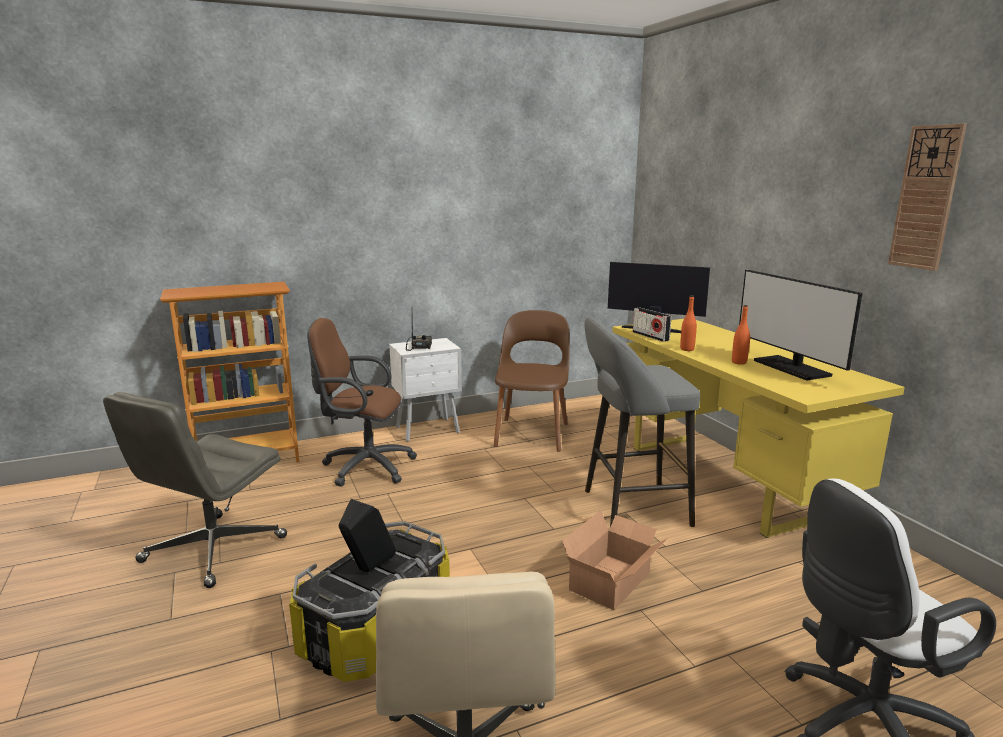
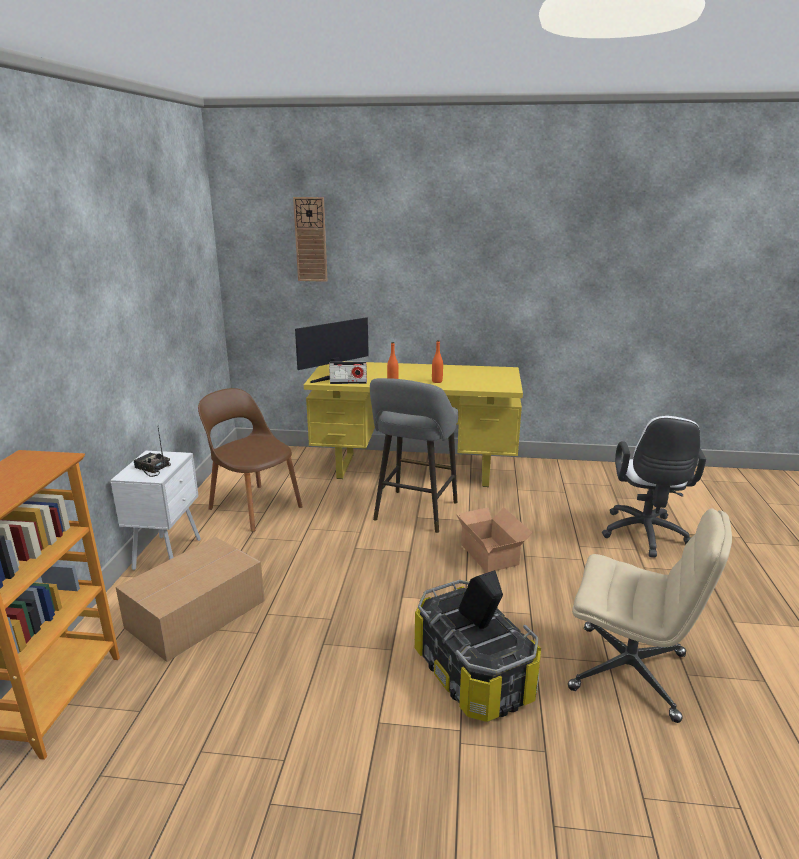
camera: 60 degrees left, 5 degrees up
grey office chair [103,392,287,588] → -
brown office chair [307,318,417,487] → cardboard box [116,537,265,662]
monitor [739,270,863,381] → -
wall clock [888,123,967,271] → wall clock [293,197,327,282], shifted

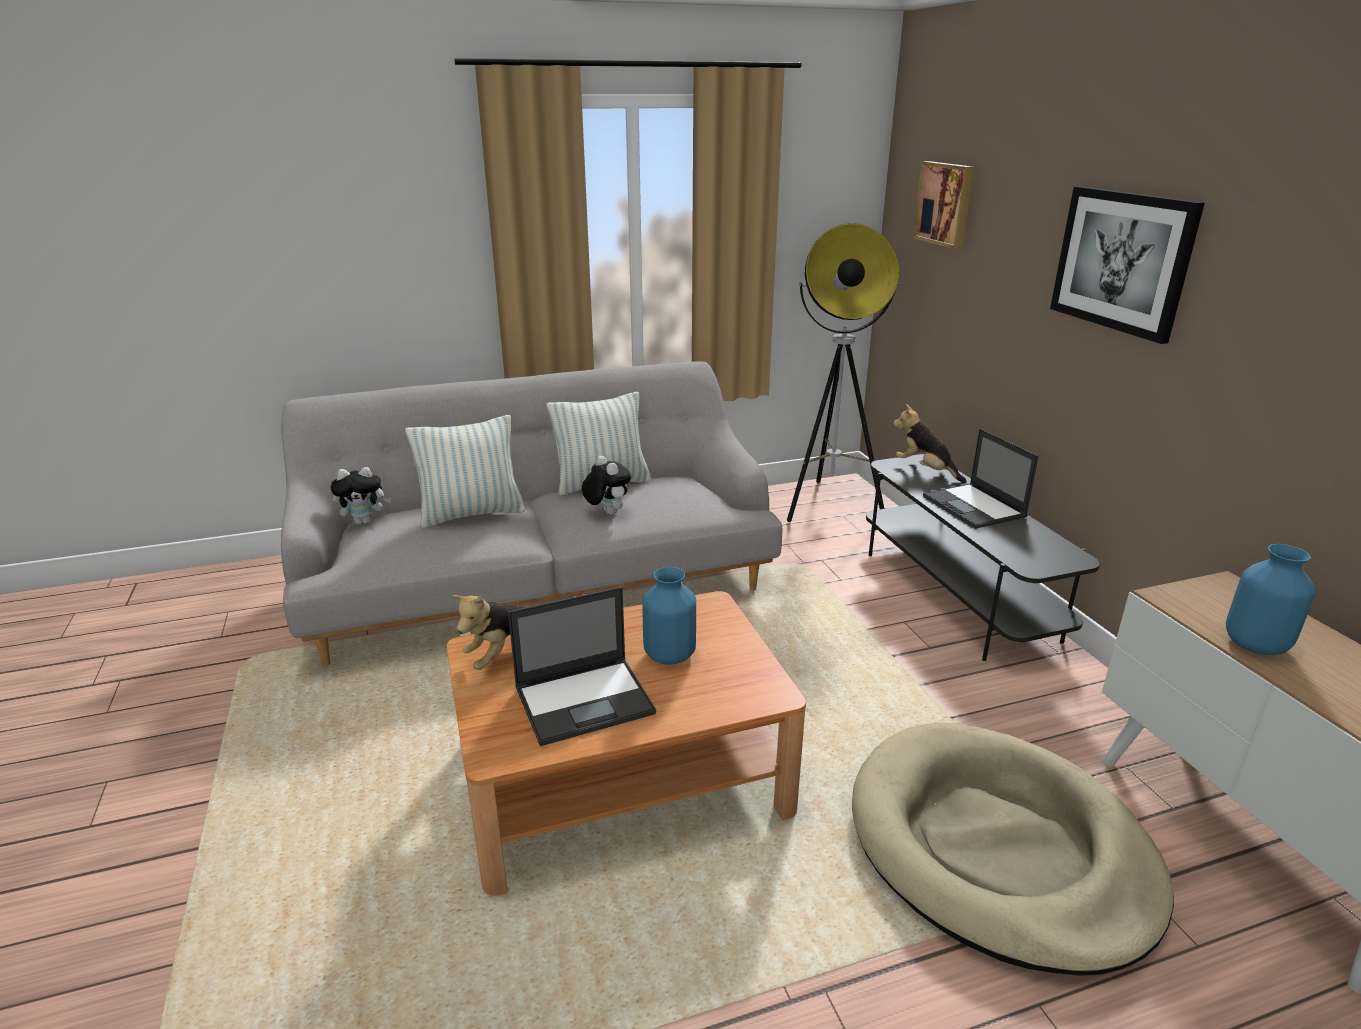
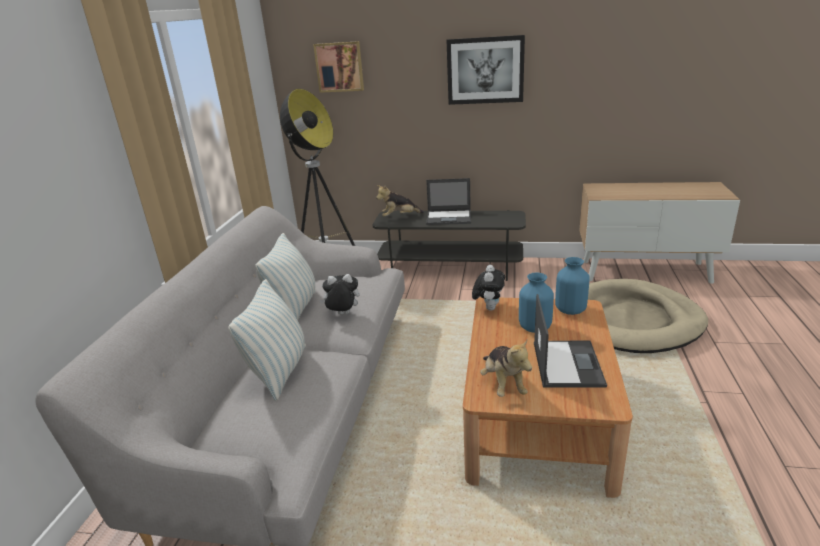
camera: 60 degrees left, 0 degrees up
plush toy [330,467,391,525] → plush toy [472,265,505,311], shifted
blue vase [1226,544,1316,655] → blue vase [555,257,590,315], shifted

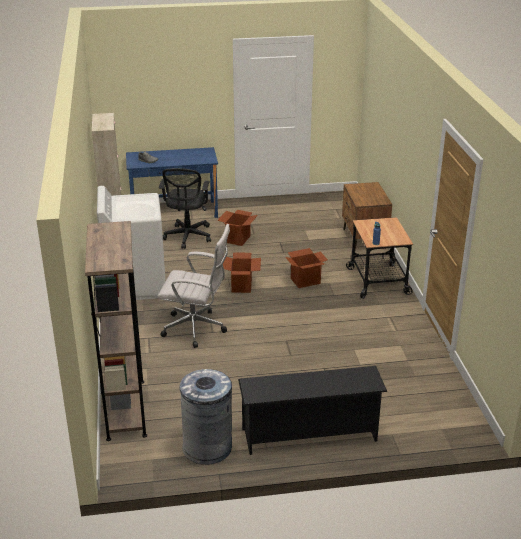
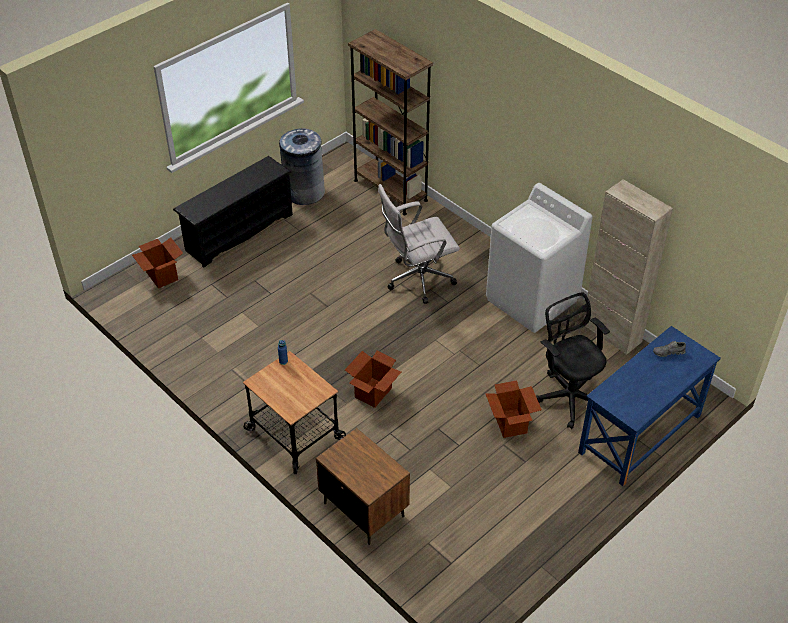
camera: 145 degrees right, 15 degrees up
cardboard box [223,252,261,293] → cardboard box [132,238,183,289], shifted

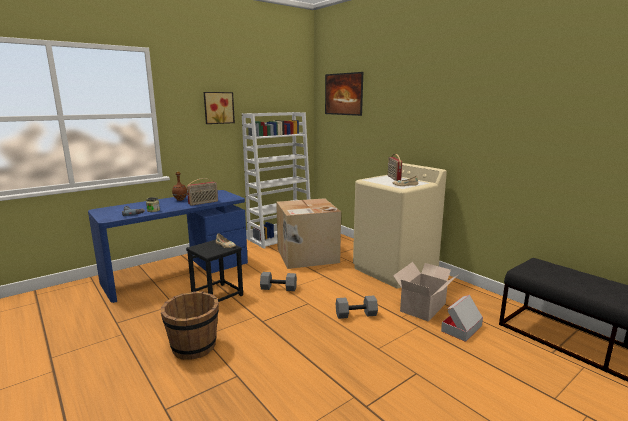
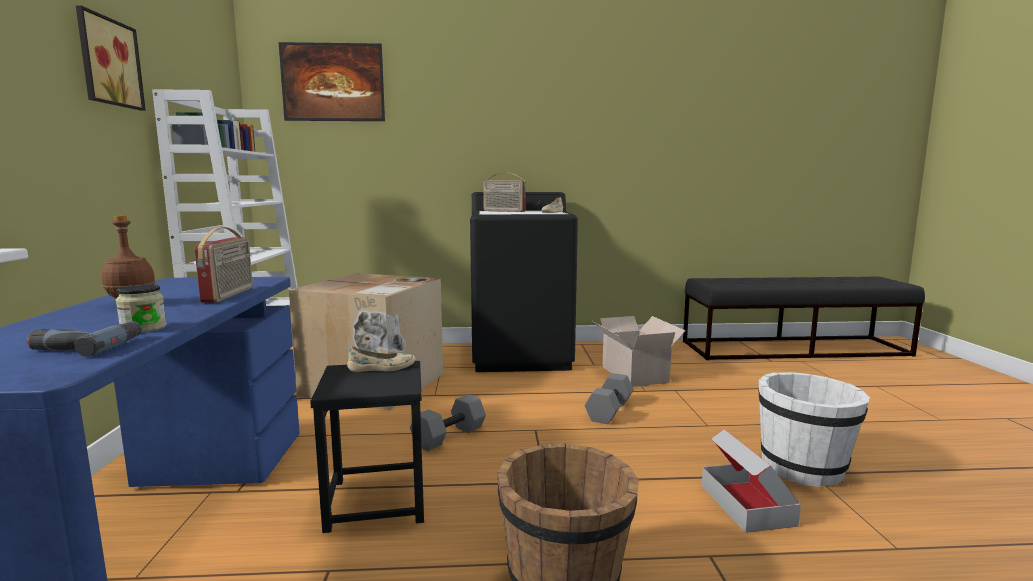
camera: 55 degrees left, 5 degrees down
beige washing machine [353,163,447,289] → black washing machine [470,192,578,372]
cardboard box [441,295,483,342] → cardboard box [702,429,801,533], shifted
- → white bucket [759,372,870,487]

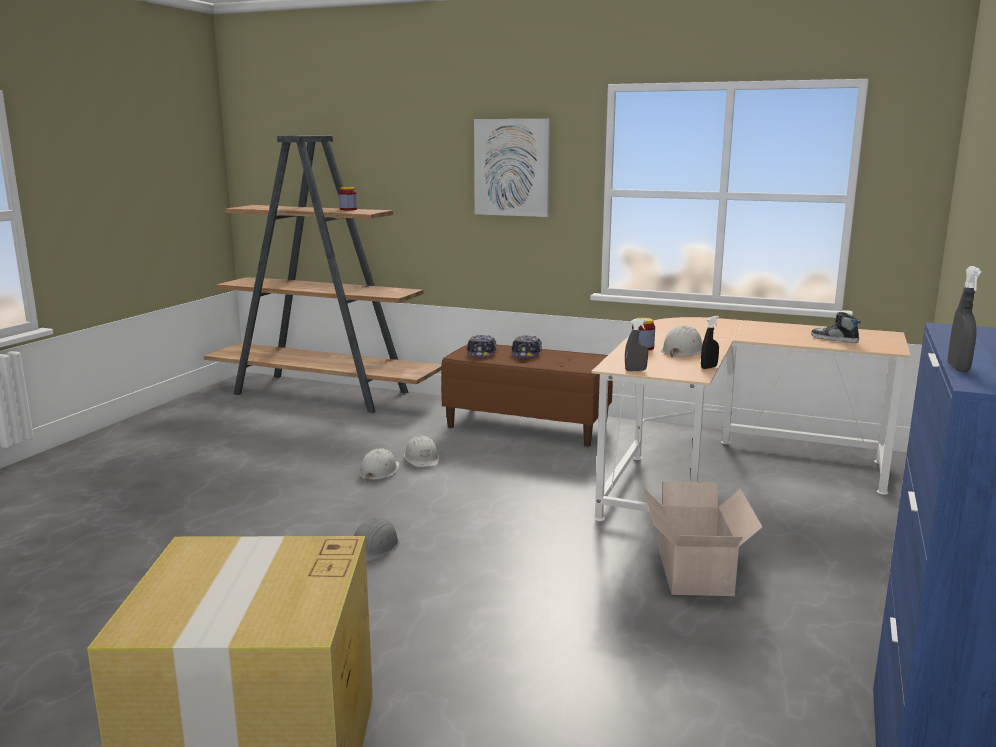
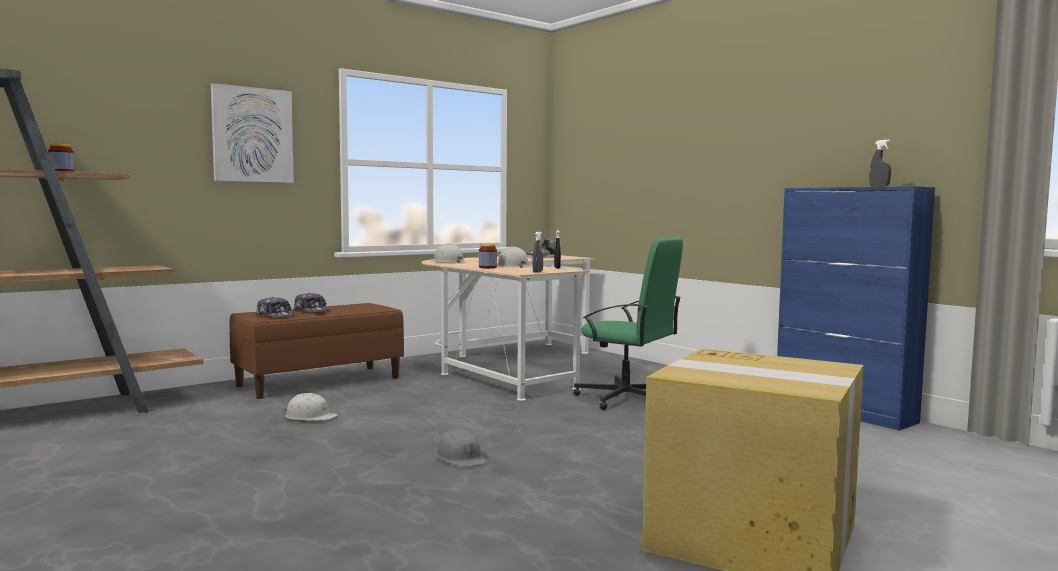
camera: 60 degrees left, 10 degrees down
white hard hat [359,448,400,481] → white hard hat [431,243,465,263], shifted
cardboard box [643,482,762,596] → green office chair [573,237,683,410]

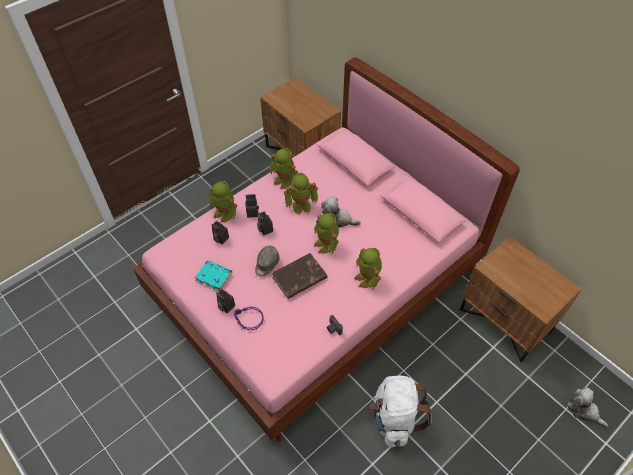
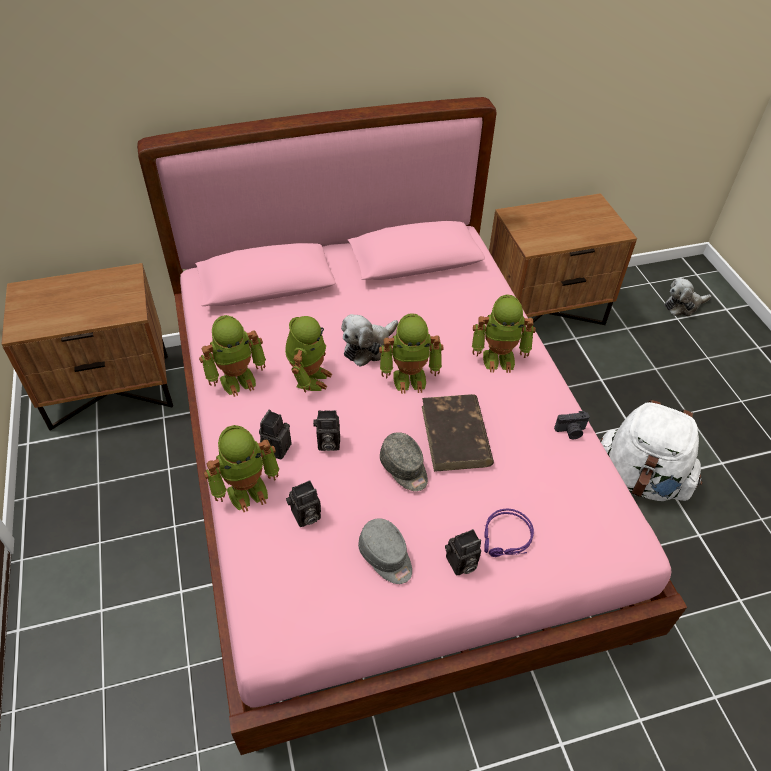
camera: 65 degrees left, 5 degrees down
turquoise book [195,260,233,291] → grey cap [358,518,412,584]

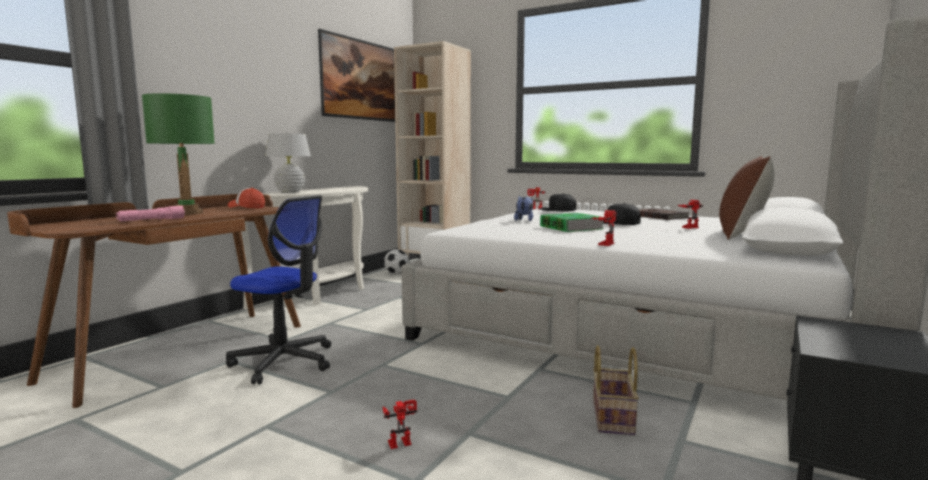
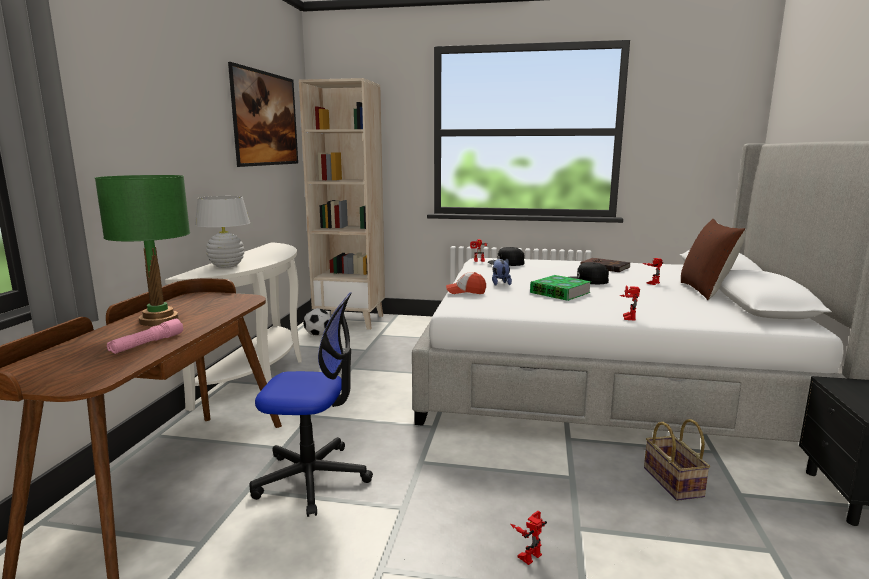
camera: 20 degrees left, 5 degrees up
cap [228,188,265,209] → cap [446,272,486,294], shifted

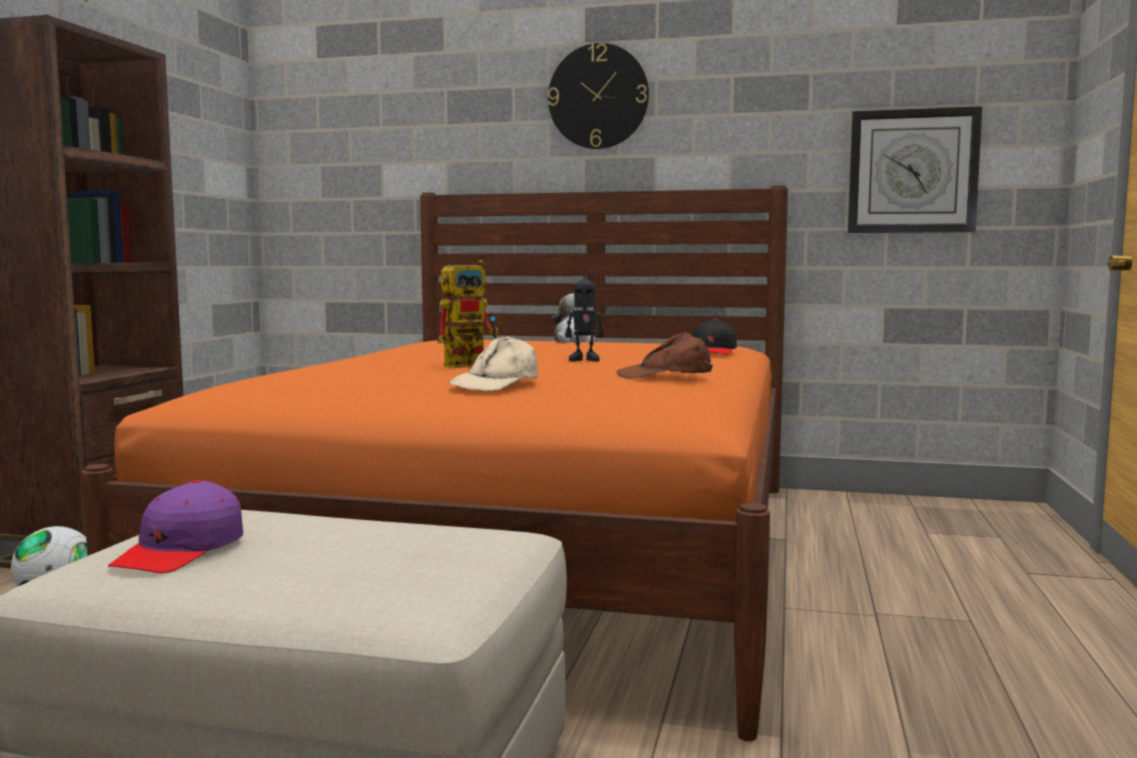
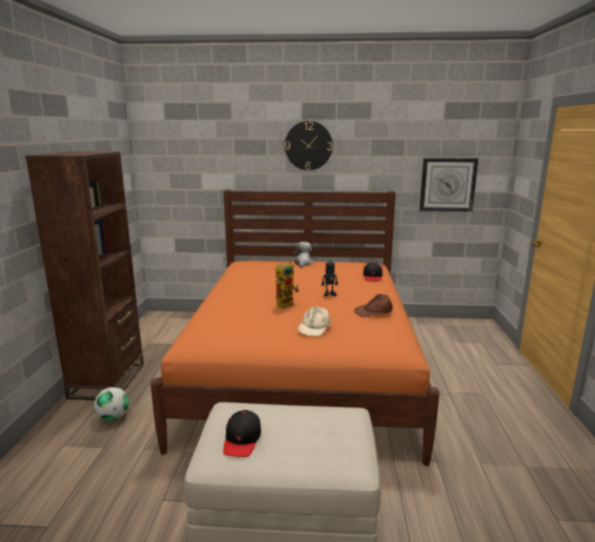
camera: 10 degrees left, 10 degrees up
purple cap [108,480,243,573] → black cap [223,410,261,457]

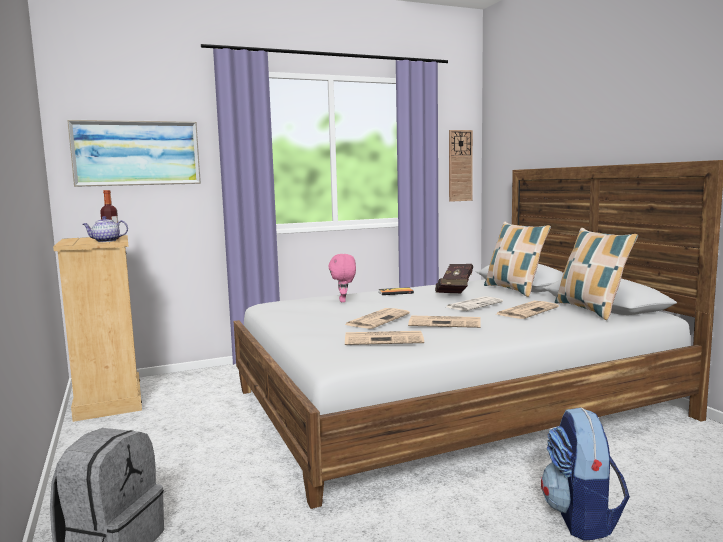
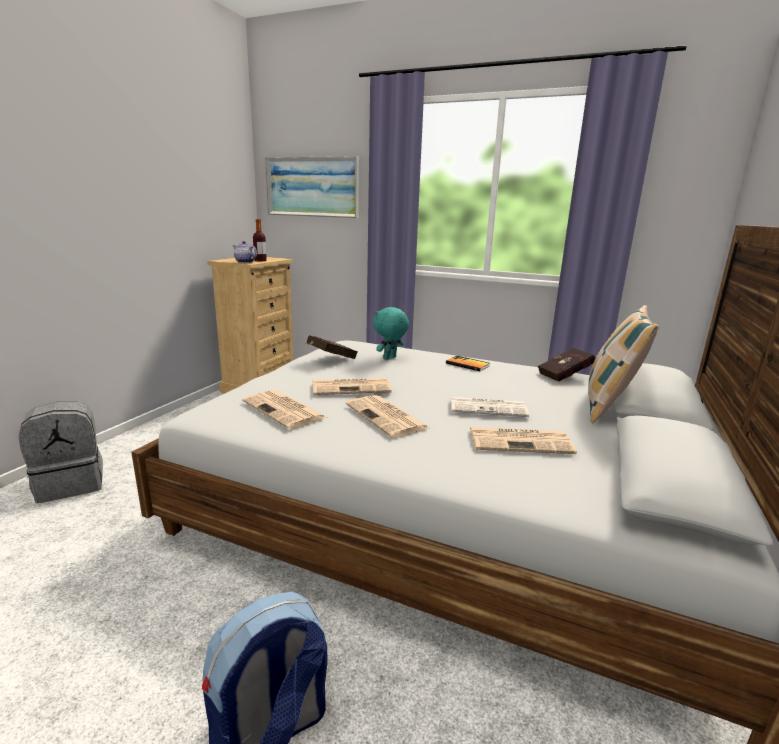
camera: 45 degrees right, 10 degrees up
pink plush toy [329,254,356,302] → turquoise plush toy [373,307,409,360]
red book [435,278,468,293] → red book [306,335,357,359], shifted
wall clock [449,130,473,202] → -
pillow [555,228,638,320] → -

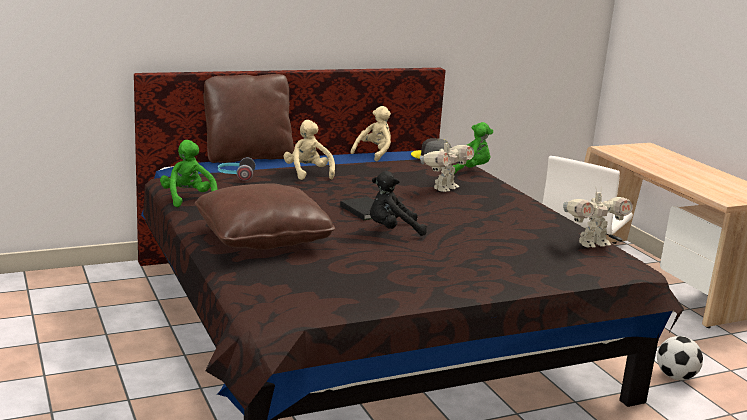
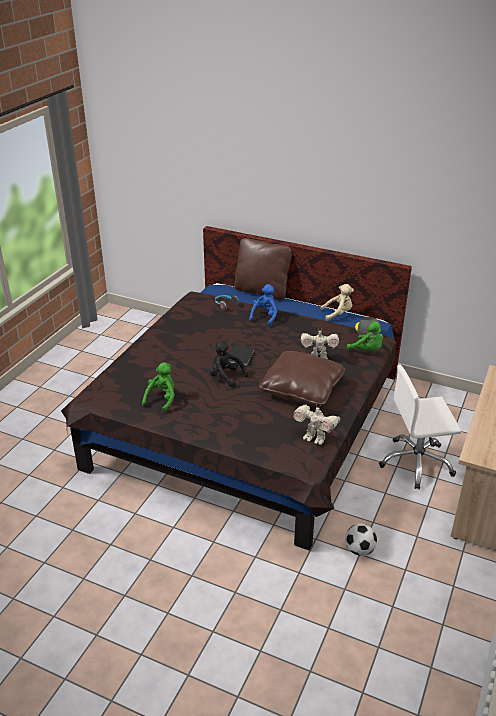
camera: 50 degrees right, 15 degrees up
green plush toy [160,140,217,208] → green plush toy [142,362,175,413], shifted
brown pillow [195,183,335,250] → brown pillow [259,351,345,407], shifted
beige plush toy [283,120,335,180] → blue plush toy [249,284,277,326]

